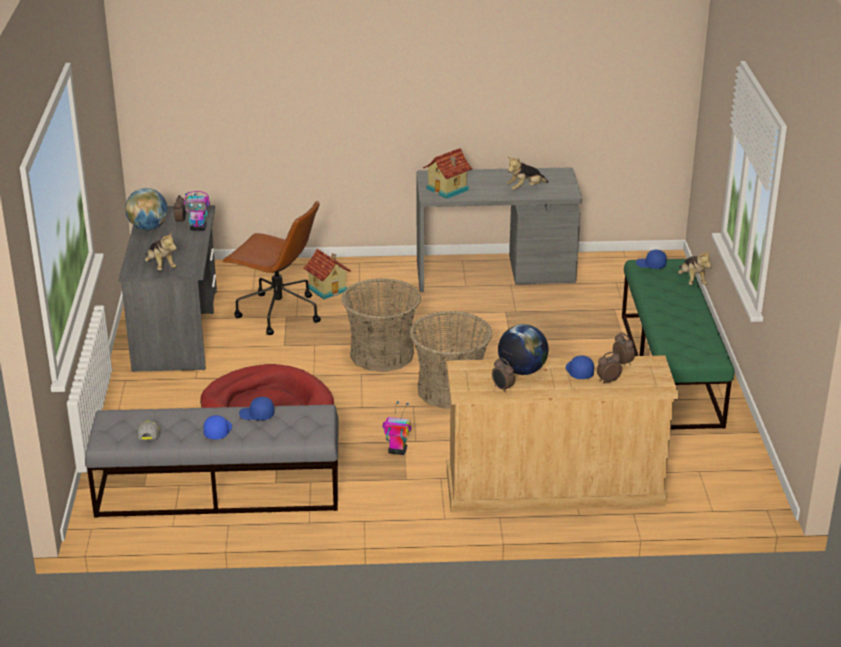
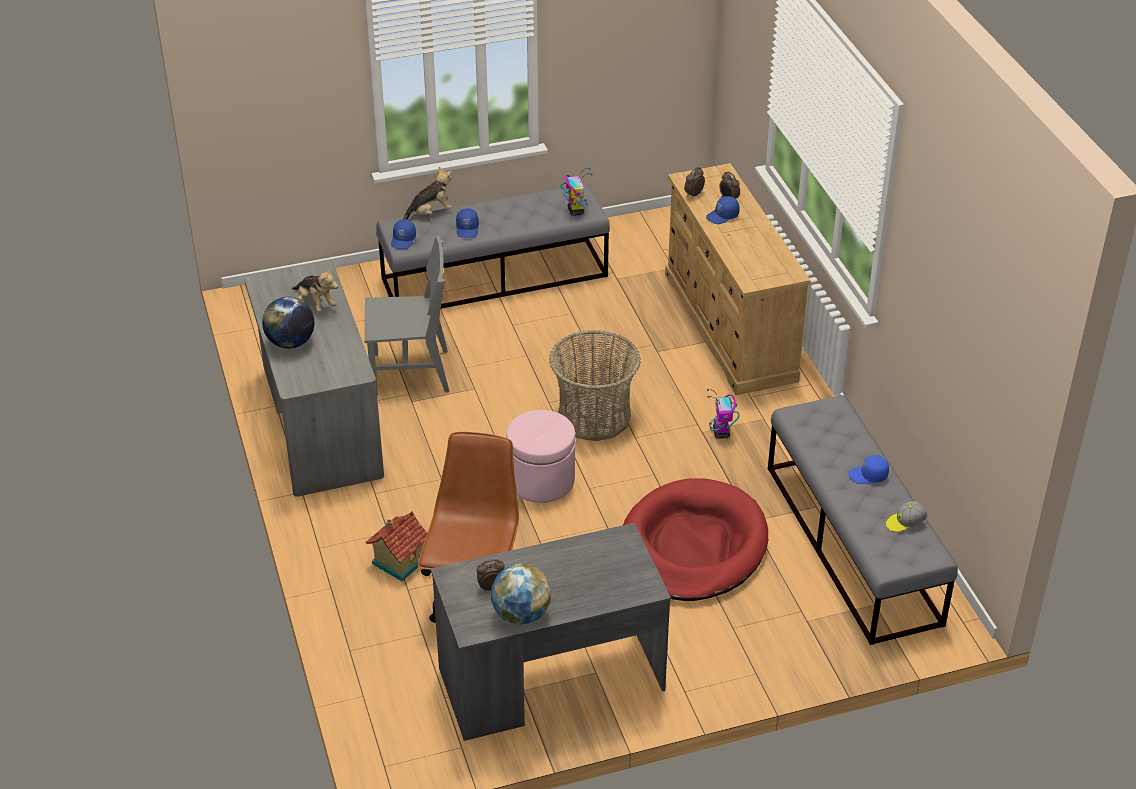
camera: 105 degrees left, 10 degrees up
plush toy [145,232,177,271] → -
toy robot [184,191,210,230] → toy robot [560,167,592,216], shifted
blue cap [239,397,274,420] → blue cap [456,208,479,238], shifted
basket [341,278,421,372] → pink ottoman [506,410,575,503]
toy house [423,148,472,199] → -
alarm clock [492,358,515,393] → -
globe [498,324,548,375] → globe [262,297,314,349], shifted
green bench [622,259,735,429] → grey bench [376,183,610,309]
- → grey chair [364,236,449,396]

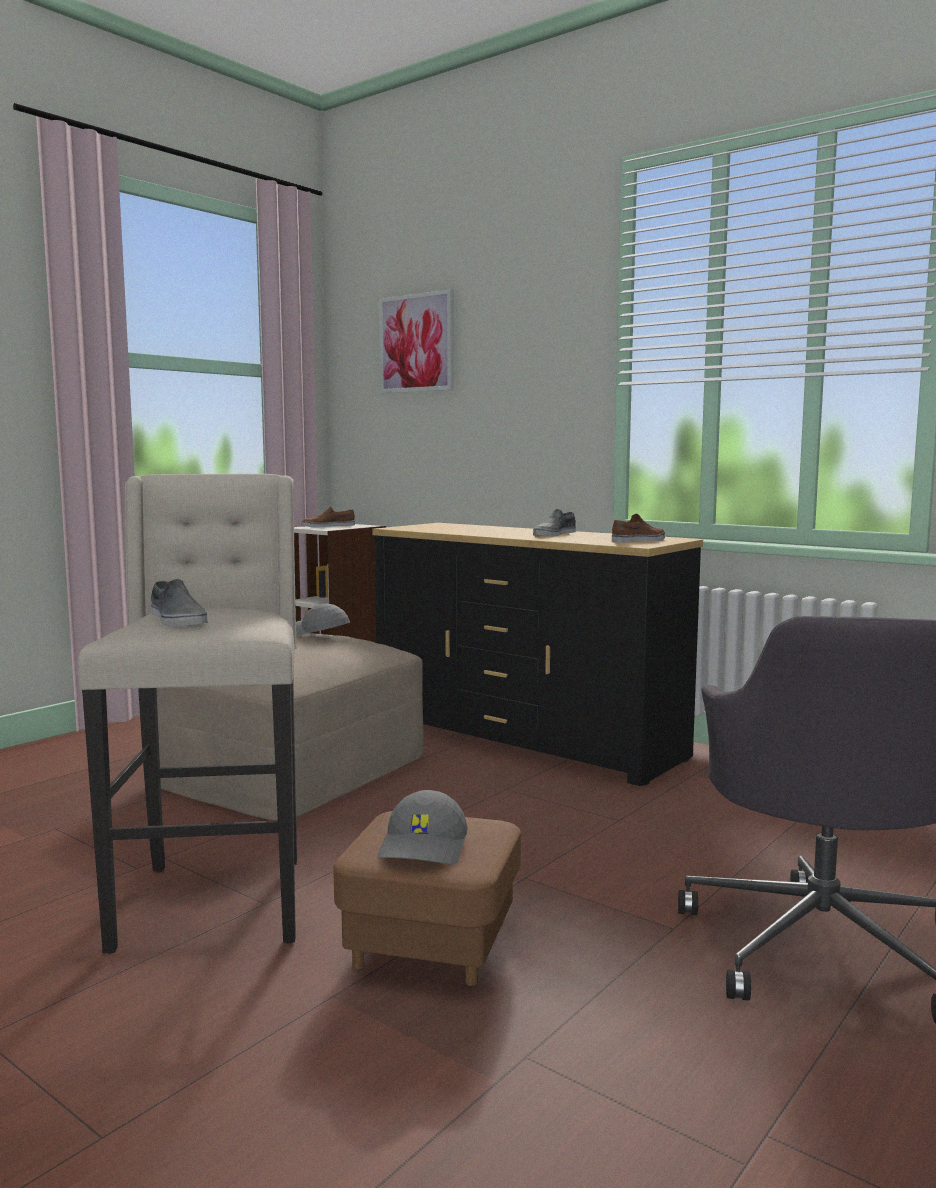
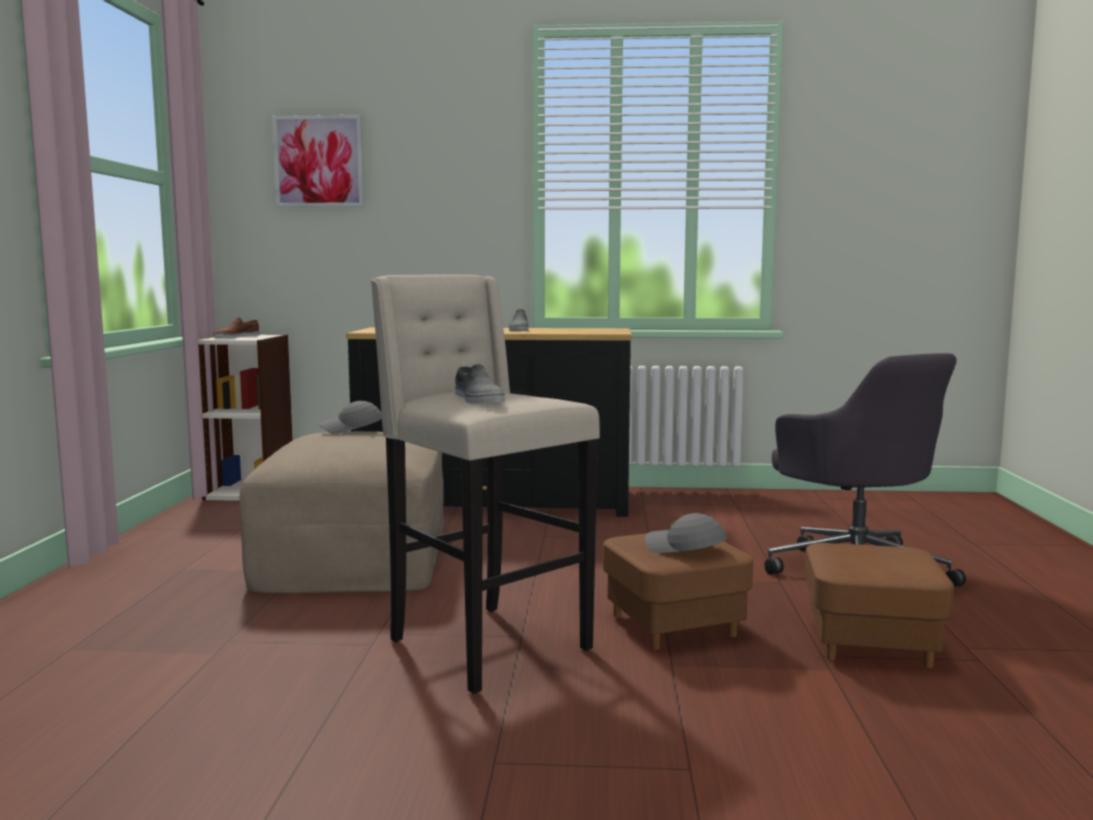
camera: 35 degrees left, 0 degrees up
grey shoe [151,579,207,626] → grey shoe [455,364,505,404], 45 degrees clockwise
grey cap [377,790,467,865] → grey cap [645,513,727,553], 150 degrees clockwise
brown shoe [612,514,665,543] → -
- → brown ottoman [805,543,954,668]

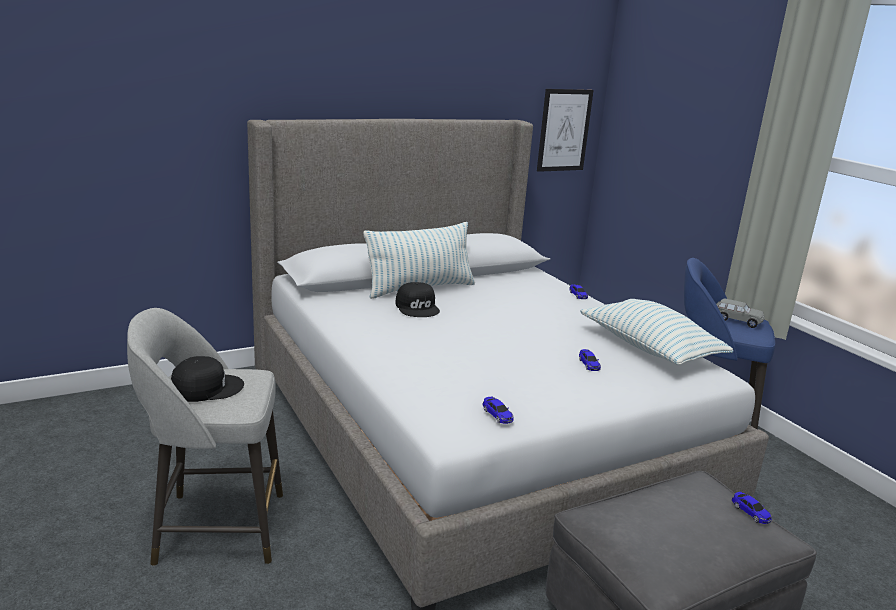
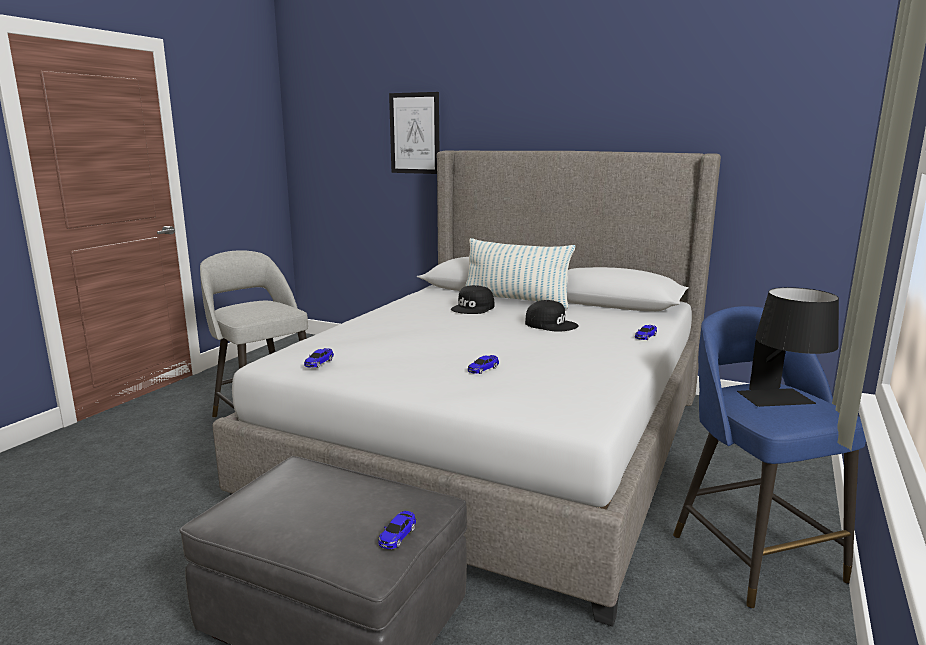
camera: 55 degrees right, 5 degrees down
black cap [171,356,244,402] → black cap [525,300,579,332], shifted
picture [537,89,594,172] → picture [389,92,439,174], shifted
pillow [580,299,733,365] → -
grey toy car [716,299,765,328] → black table lamp [737,287,839,407]

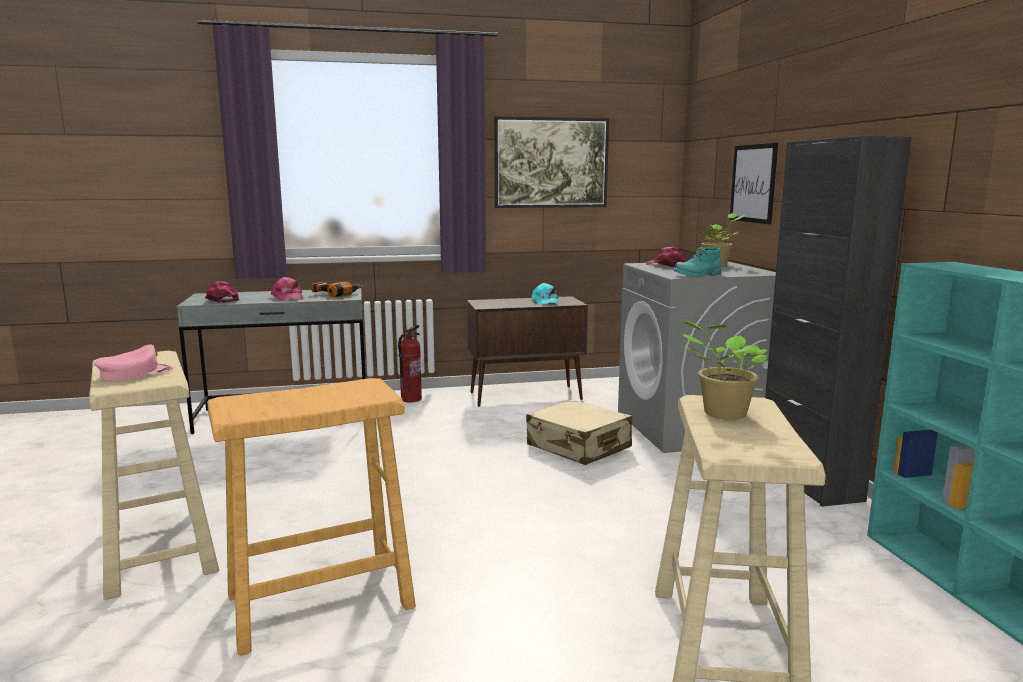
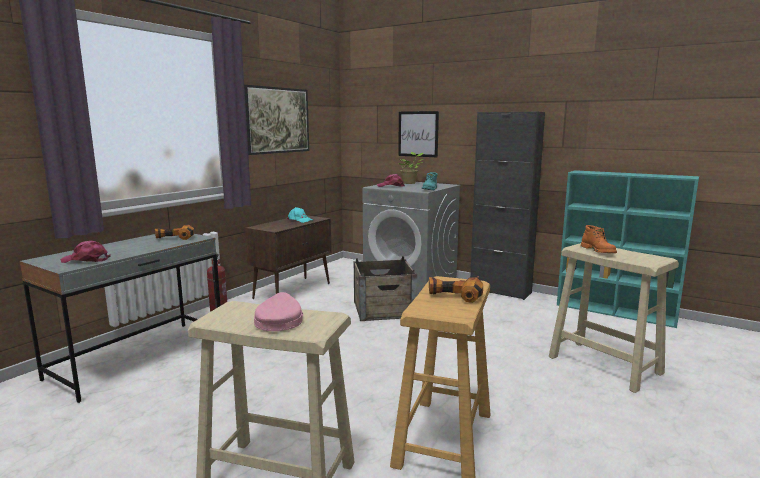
camera: 45 degrees left, 0 degrees up
pink cap [271,277,303,301] → -
beige suitcase [526,400,632,465] → crate [354,256,417,321]
potted plant [680,320,768,420] → orange boot [581,225,617,253]
- → power drill [429,276,483,303]

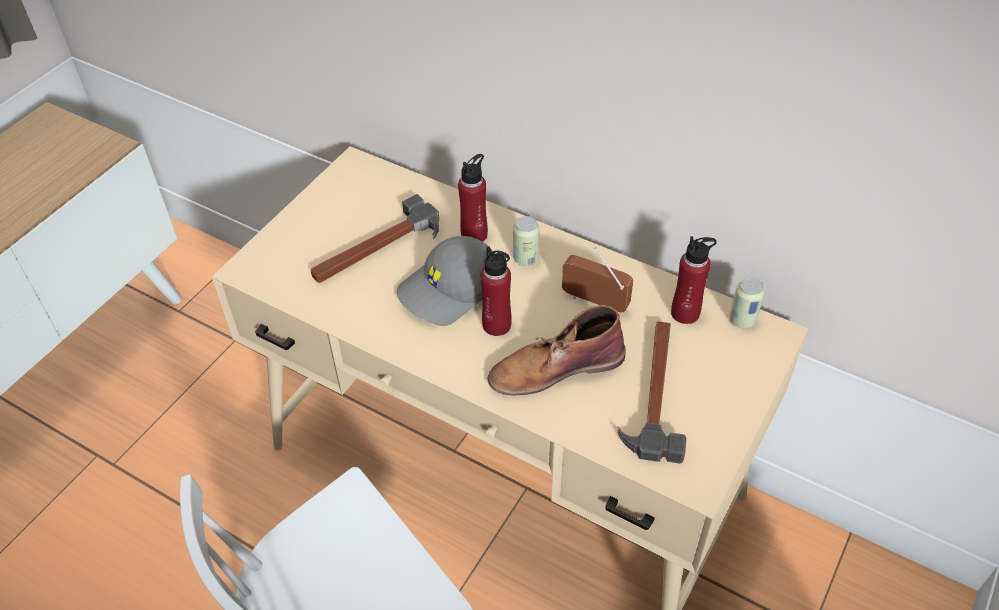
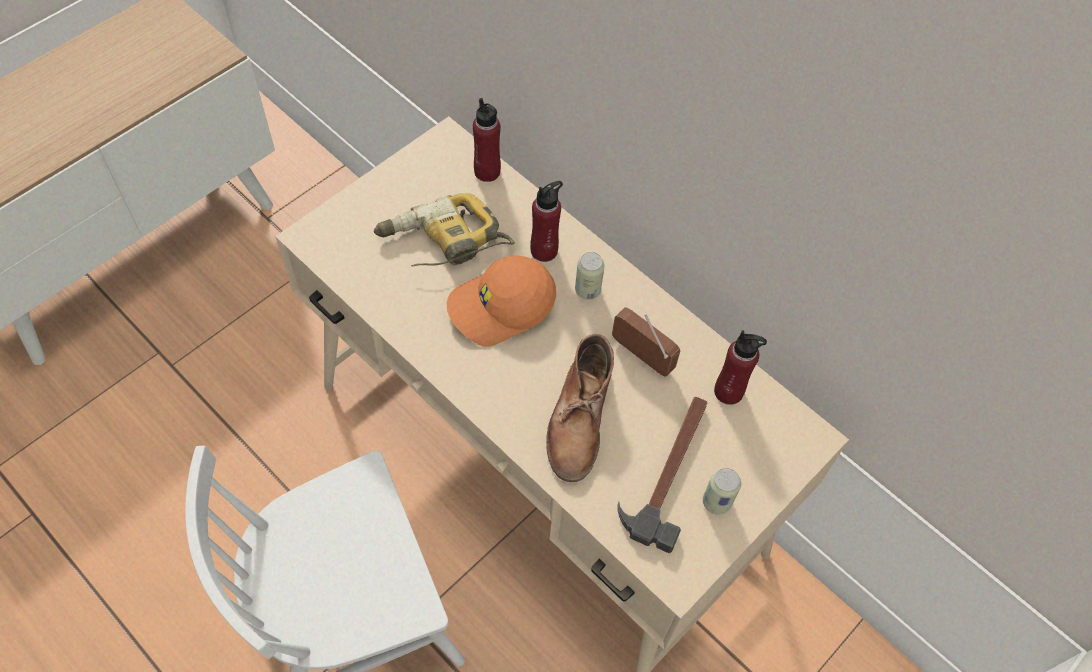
camera: 10 degrees right, 10 degrees up
hammer [311,194,439,283] → power drill [374,193,515,267]
grey cap [397,236,493,326] → orange cap [447,255,556,347]
red bottle [480,246,512,336] → red bottle [473,98,501,182], shifted
brown boot [487,305,626,396] → brown boot [546,334,614,482], 75 degrees counterclockwise
can [729,277,765,329] → can [703,468,741,515], shifted

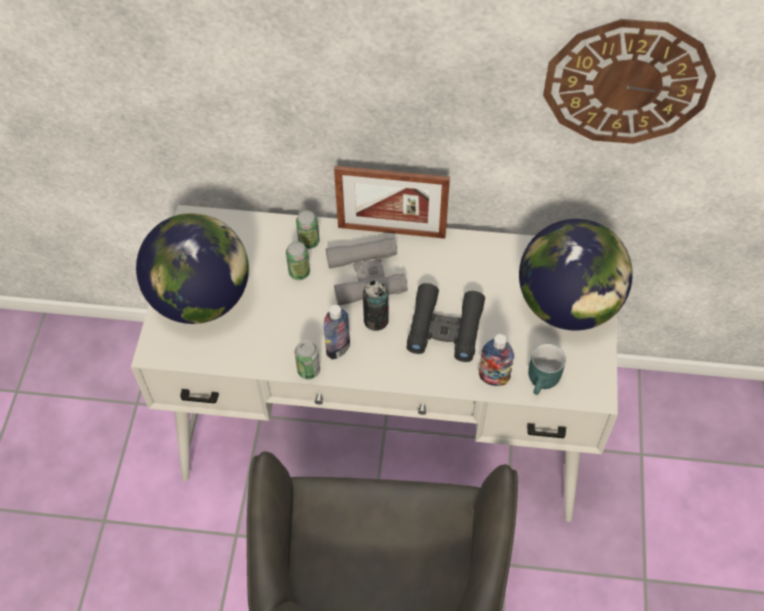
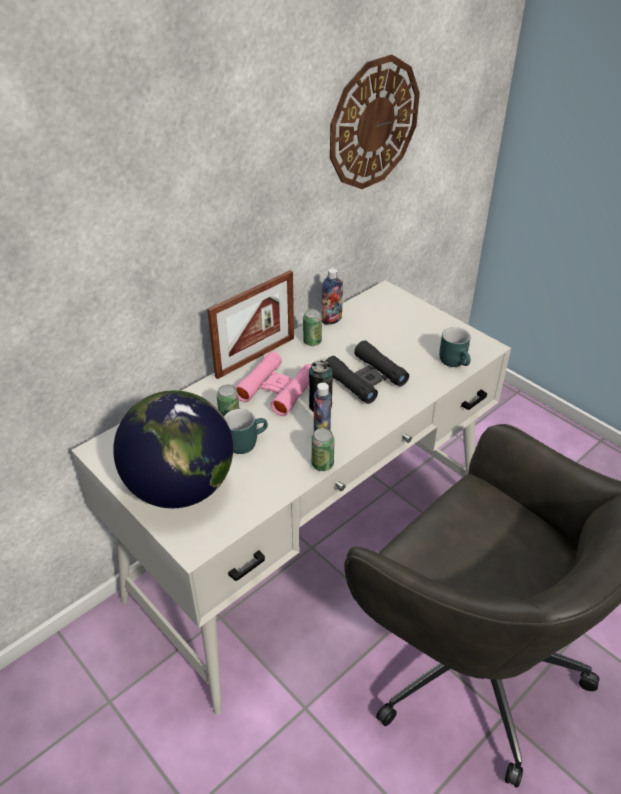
camera: 50 degrees left, 15 degrees down
can [296,210,320,249] → can [303,309,322,346], shifted
grey binoculars [326,238,408,305] → pink binoculars [235,352,312,416]
bottle [479,334,514,386] → bottle [321,268,343,325], shifted
globe [519,219,633,331] → -
- → turquoise mug [224,409,268,454]

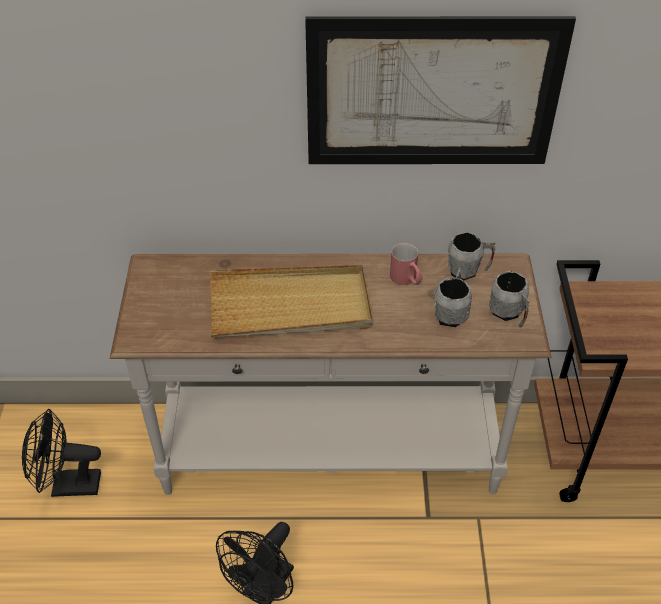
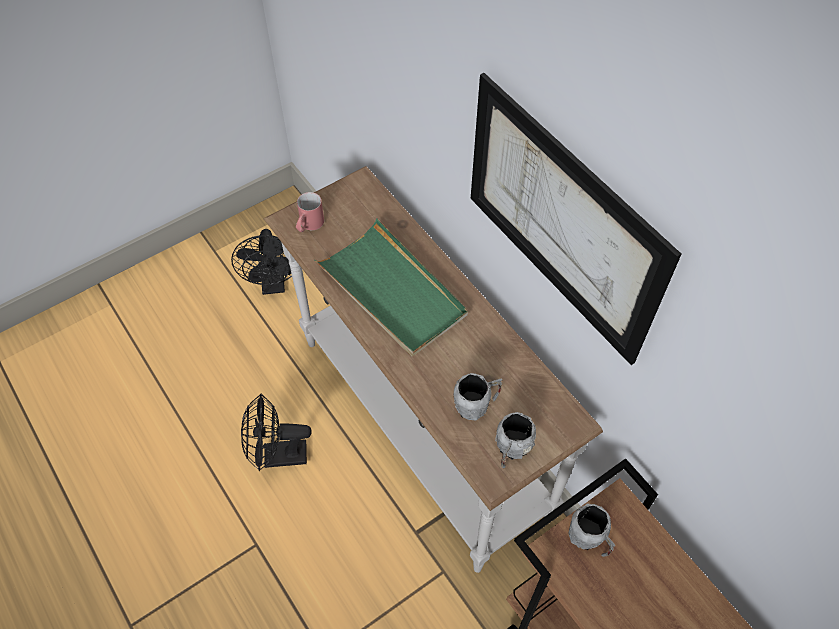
camera: 55 degrees right, 10 degrees up
black fan [22,409,101,497] → black fan [231,229,292,295], 150 degrees counterclockwise
beige tray [209,265,373,337] → green tray [314,218,468,356]
red mug [390,243,423,285] → red mug [296,192,324,232], shifted
grey mug [447,232,496,280] → grey mug [569,503,615,557], shifted

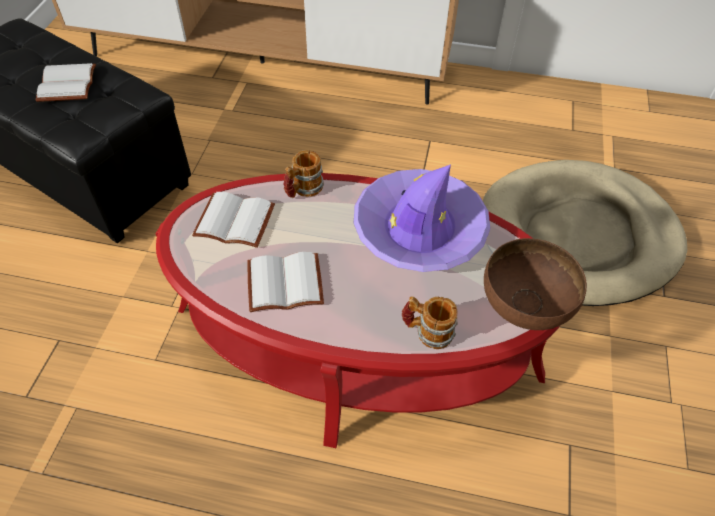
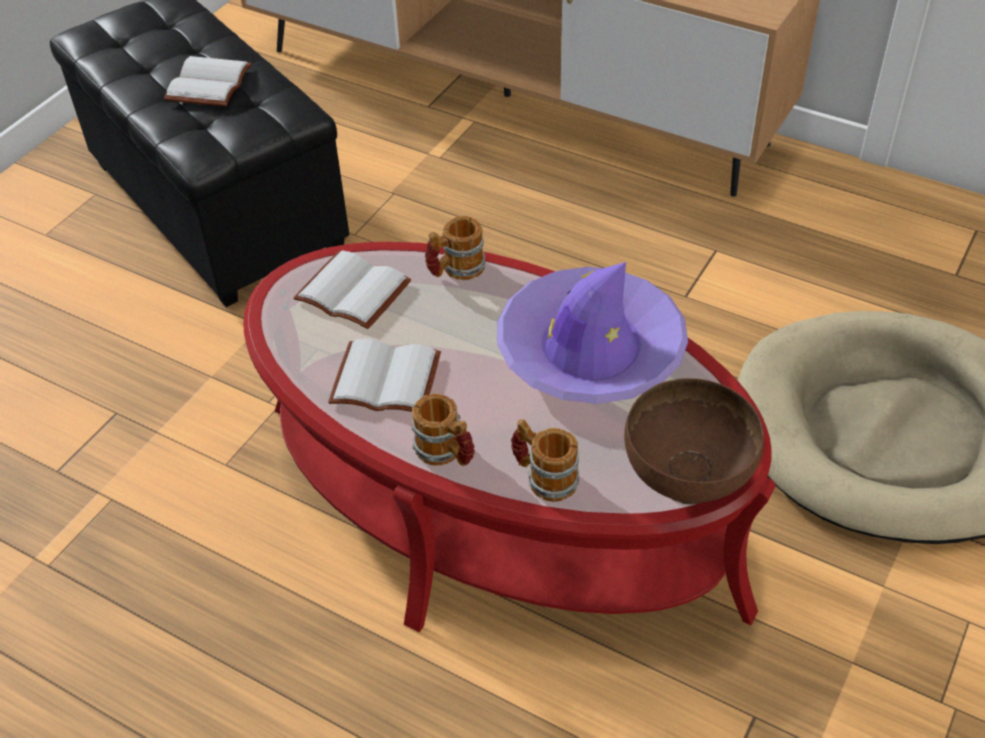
camera: 20 degrees right, 5 degrees down
- → mug [411,394,475,466]

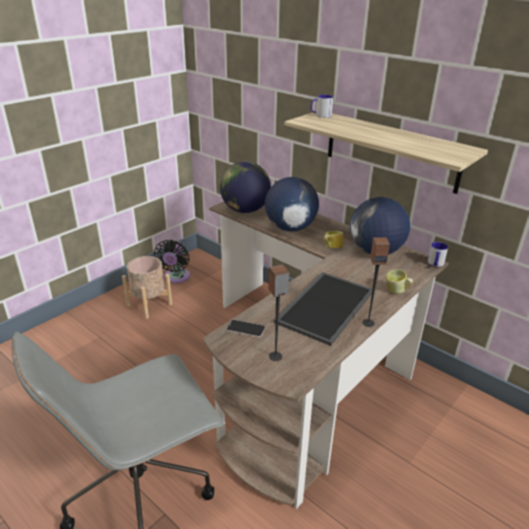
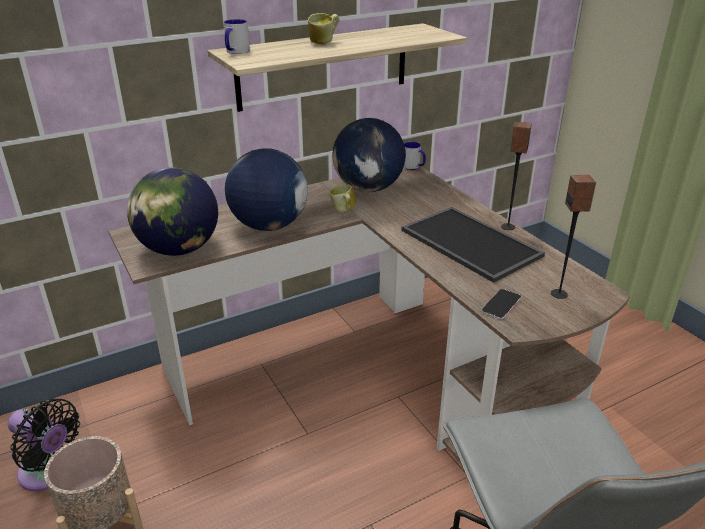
camera: 70 degrees left, 0 degrees up
mug [386,269,413,294] → mug [308,13,339,45], shifted

